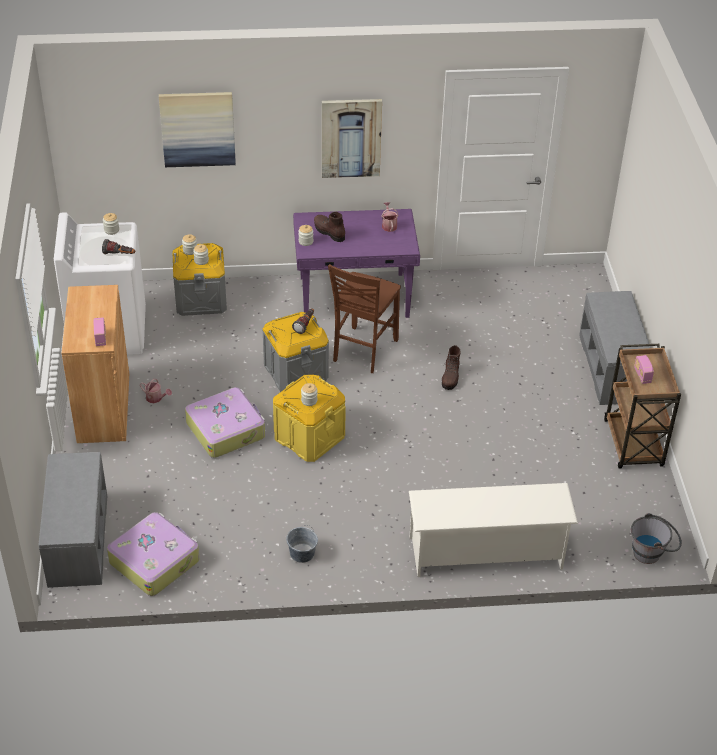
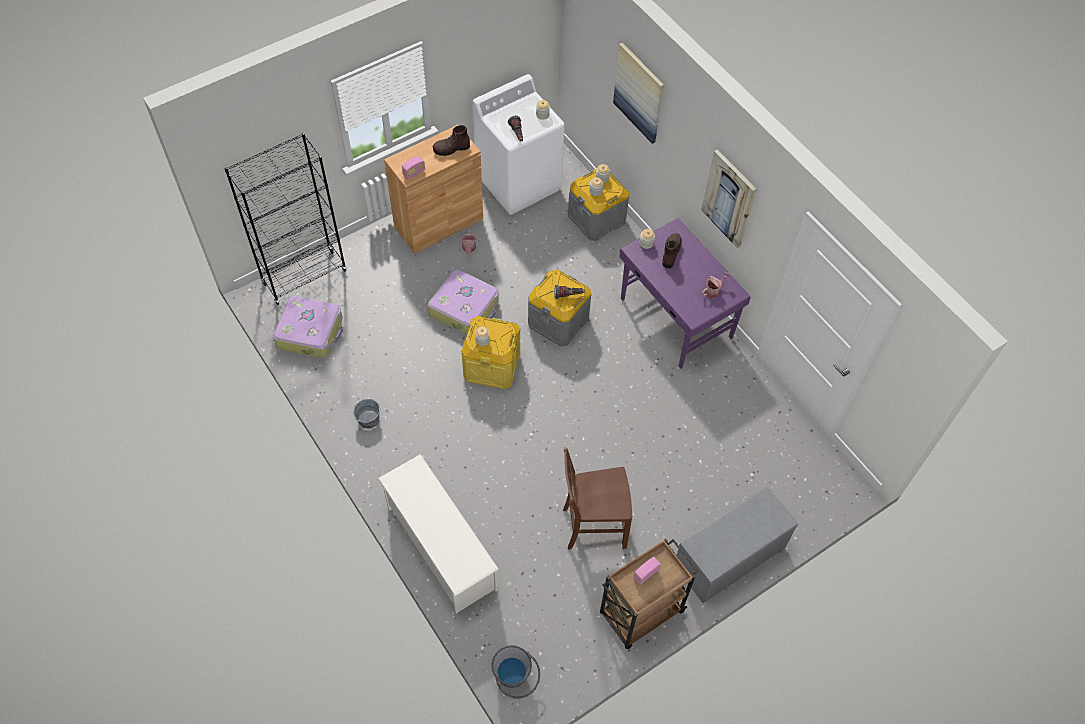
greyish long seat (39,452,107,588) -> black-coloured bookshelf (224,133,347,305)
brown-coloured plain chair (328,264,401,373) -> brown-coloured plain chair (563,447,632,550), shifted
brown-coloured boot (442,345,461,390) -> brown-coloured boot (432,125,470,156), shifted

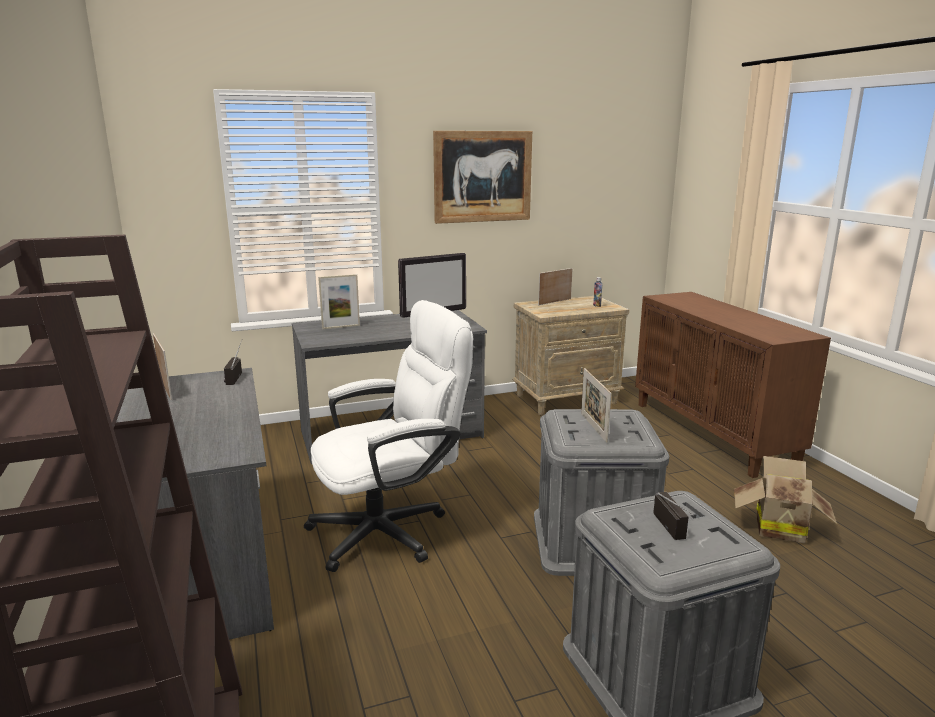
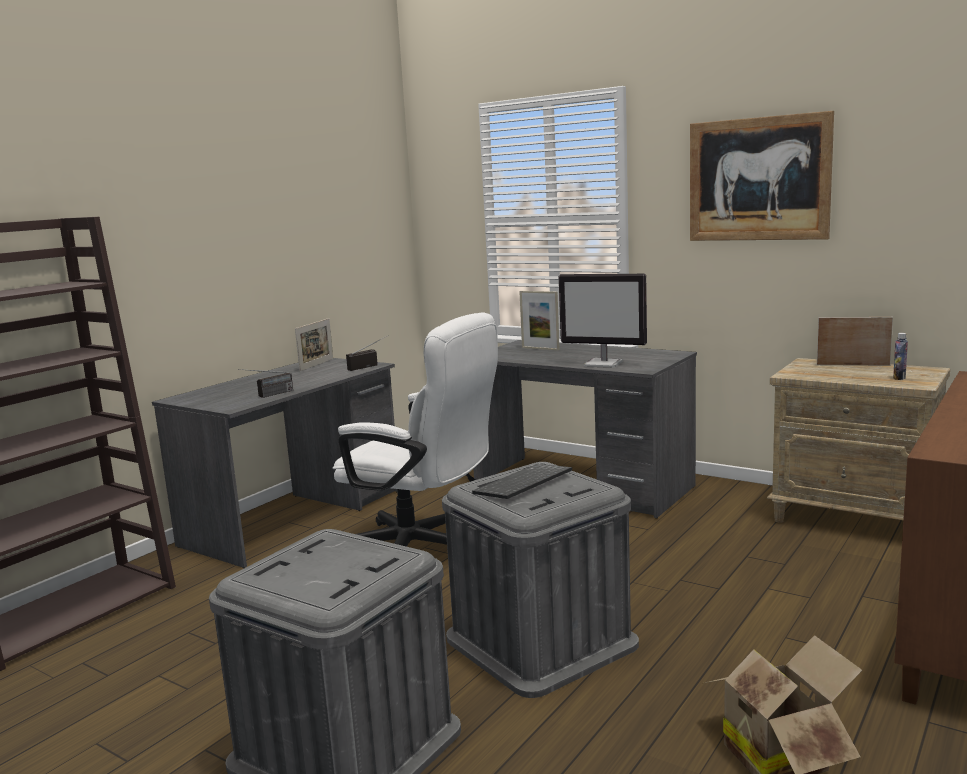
picture frame (581,368,611,443) -> keyboard (472,464,572,499)
radio (653,492,694,540) -> radio (238,369,293,398), shifted

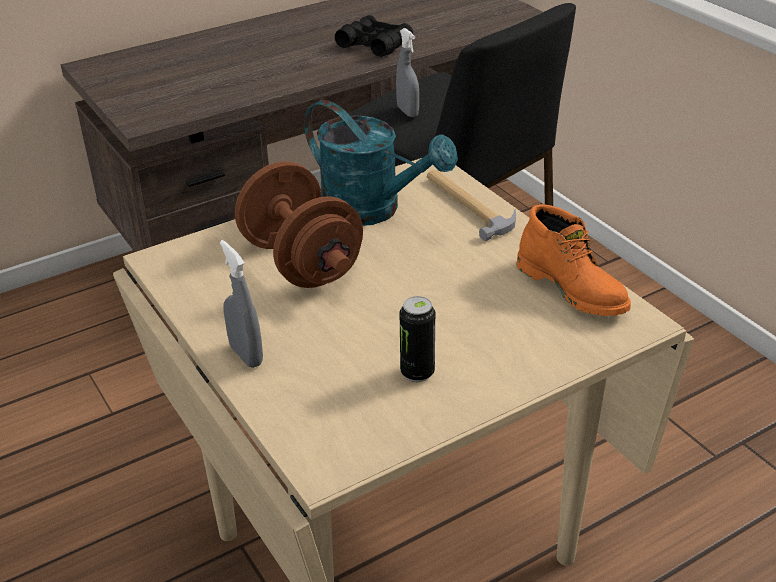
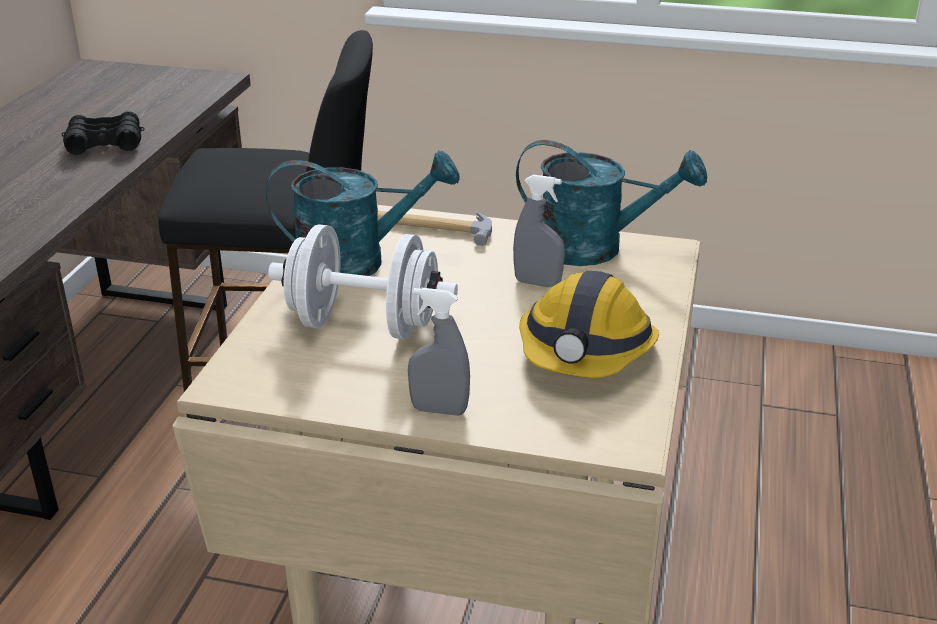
brown-coloured hand weight (235,161,363,288) -> whitish hand weight (268,224,458,339)
greyish hand sprayer (396,28,419,117) -> greyish hand sprayer (513,175,565,287), shifted
can (400,296,435,382) -> work helmet (519,271,659,378)
orange boot (516,204,631,316) -> blue-green watering can (516,140,707,266)

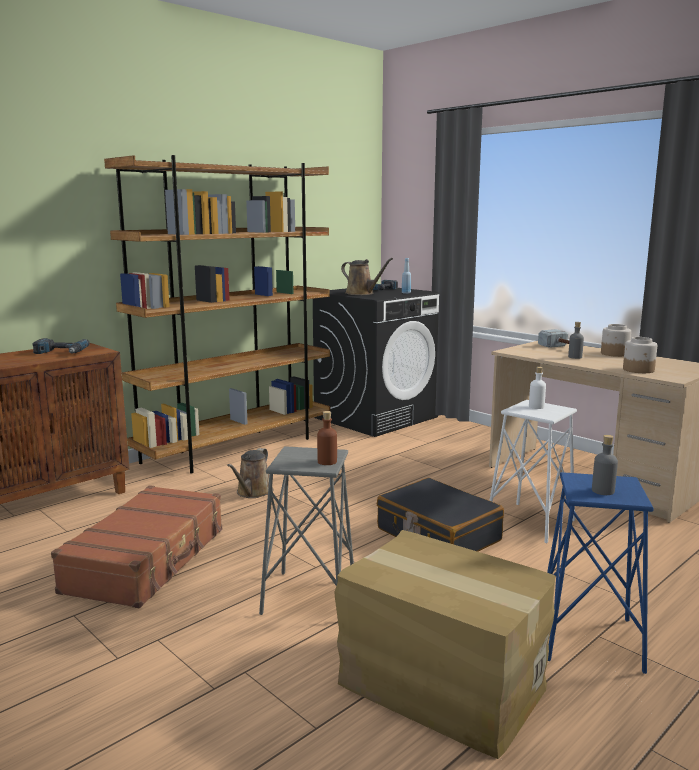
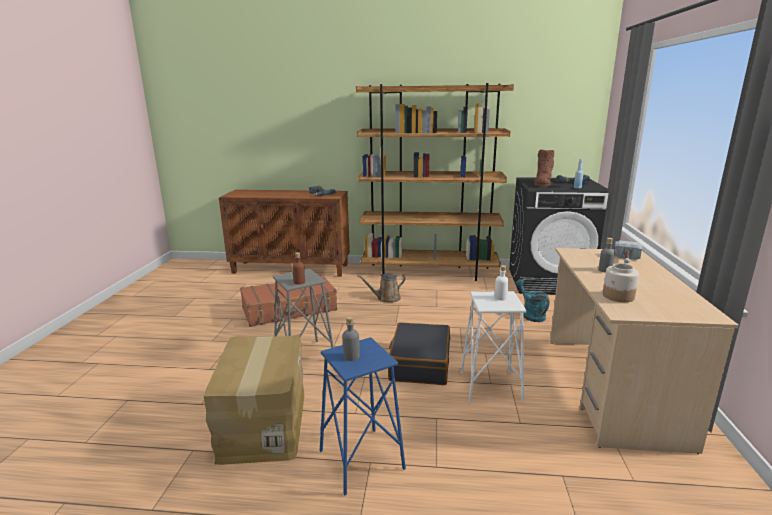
brown-coloured watering can (341,258,393,295) -> brown-coloured boot (534,150,554,187)
jar (601,324,631,357) -> none
none -> blue-green watering can (515,279,549,322)

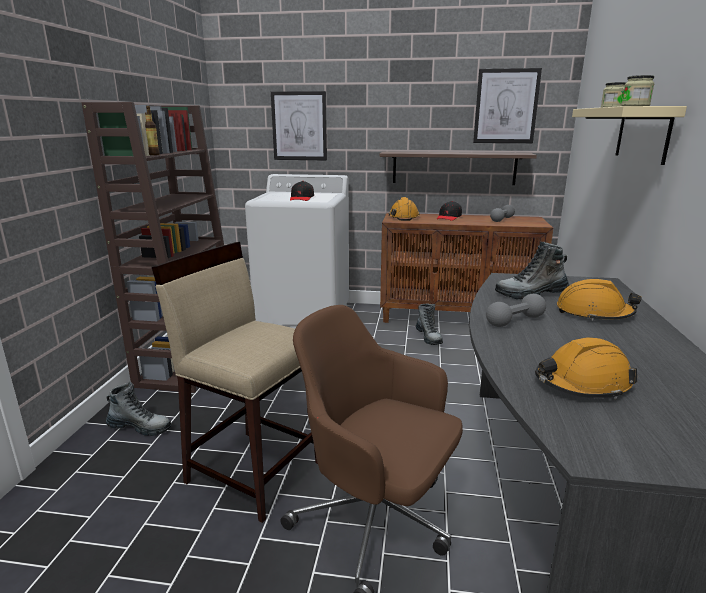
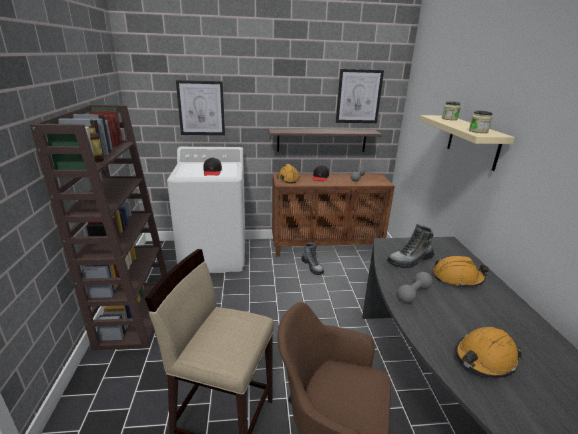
boot (106,382,171,436) -> none

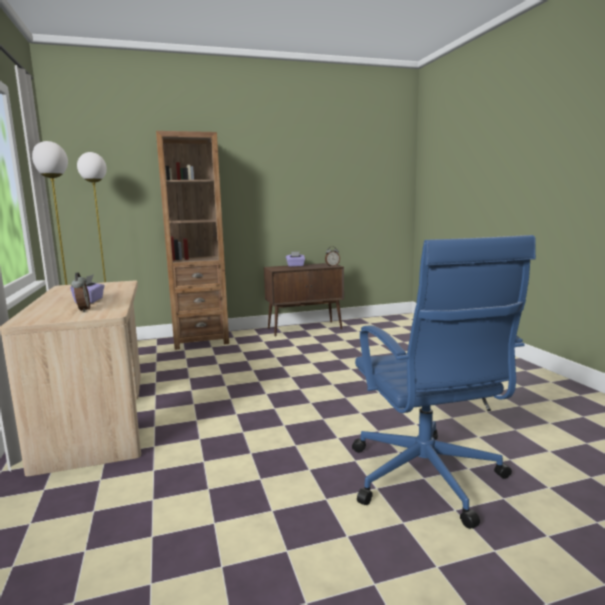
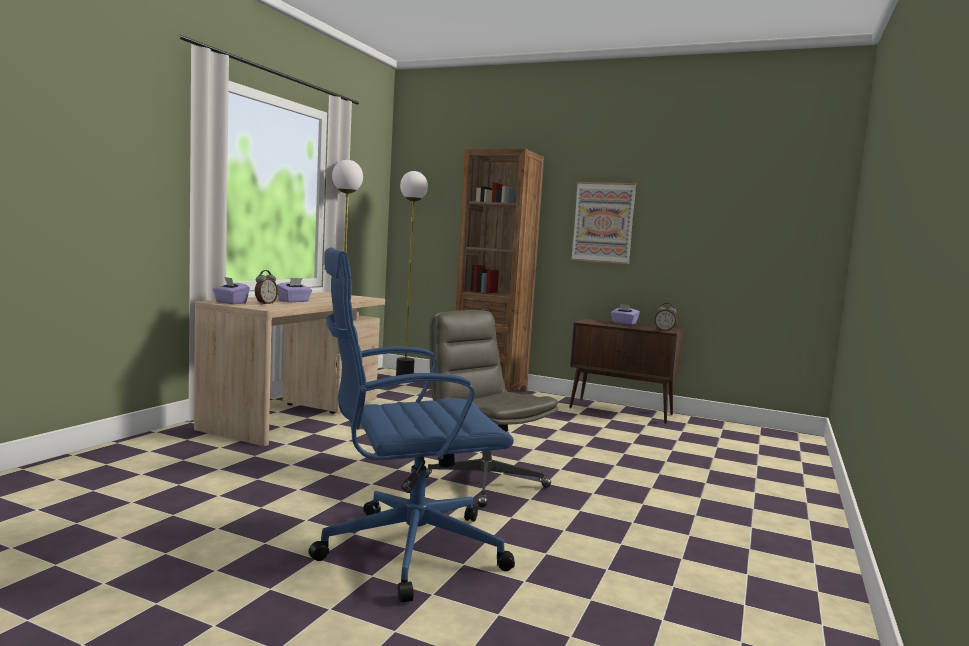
bluish office chair (352,235,536,529) -> bluish office chair (308,247,515,602), 45 degrees clockwise
none -> purple-coloured tissue holder (213,277,250,304)
none -> greyish office chair (426,310,559,508)
none -> picture (571,182,636,264)

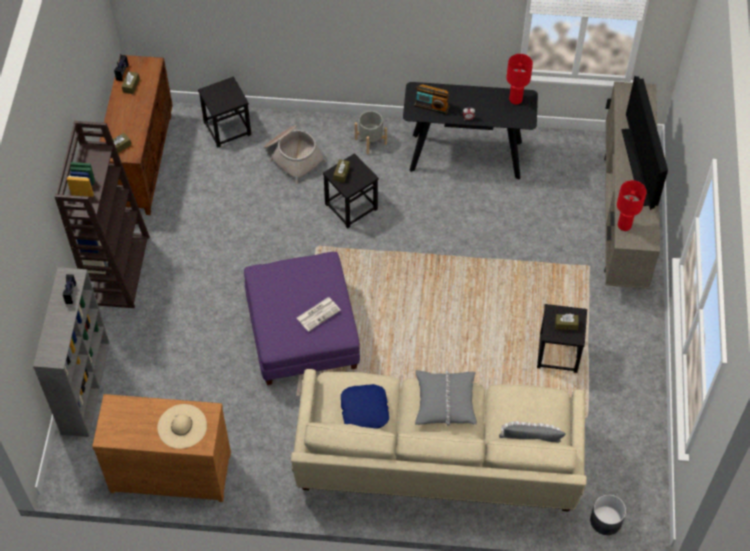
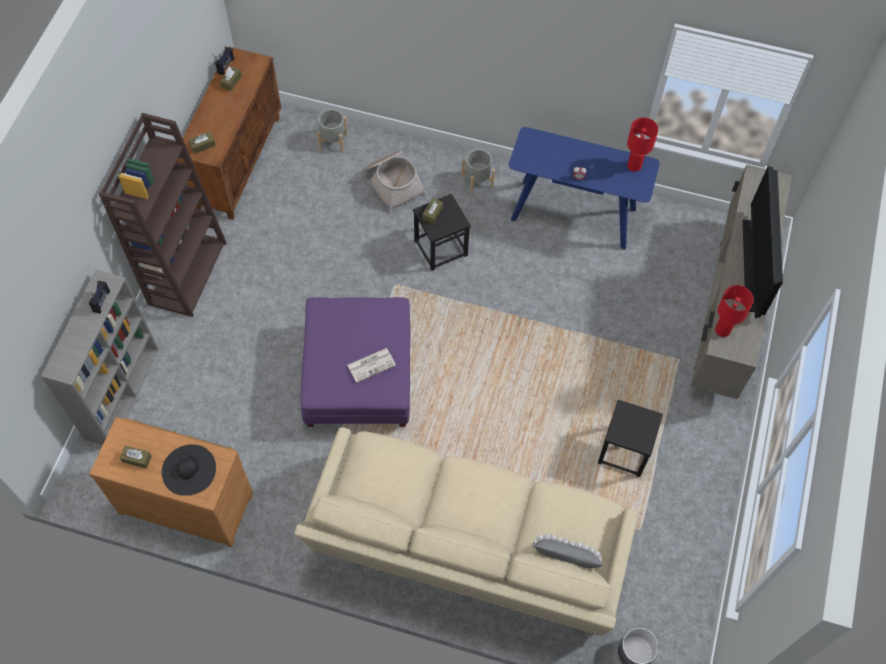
sand-coloured hat (157,404,207,449) -> black-coloured hat (162,444,216,496)
black-coloured stool seat (198,77,251,148) -> greyish planter (317,109,348,153)
bluish throw pillow (341,384,389,429) -> none
black-coloured narrow table (403,82,538,179) -> bluish narrow table (509,127,660,250)
radio (414,84,450,114) -> none
greyish throw pillow (415,369,477,426) -> none
brown-coloured tissue holder (555,314,579,330) -> brown-coloured tissue holder (120,446,152,469), shifted

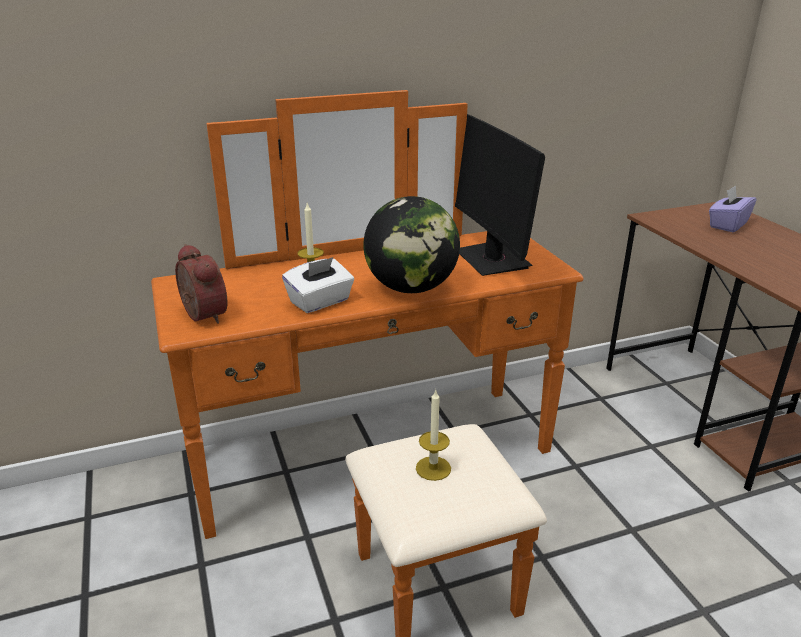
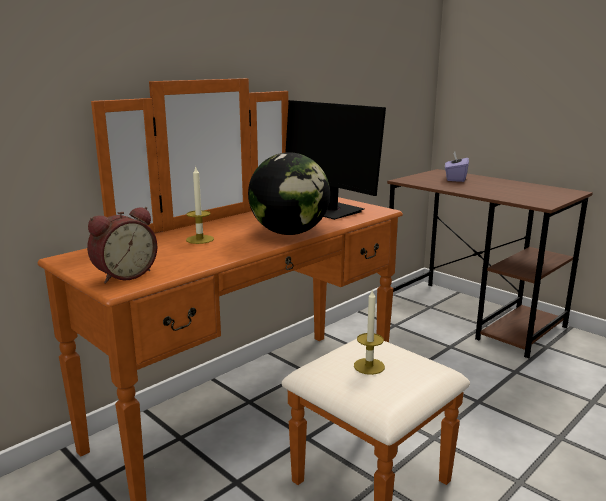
bedside clock (175,244,228,324) -> bedside clock (87,207,157,284), 105 degrees clockwise
whitish tissue holder (282,257,354,313) -> none

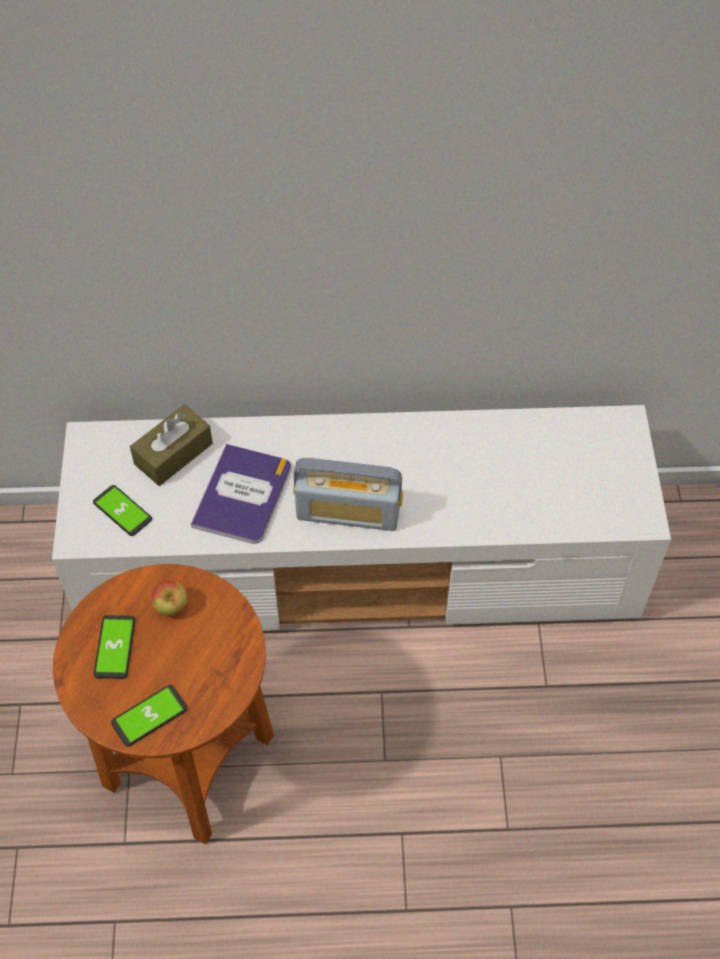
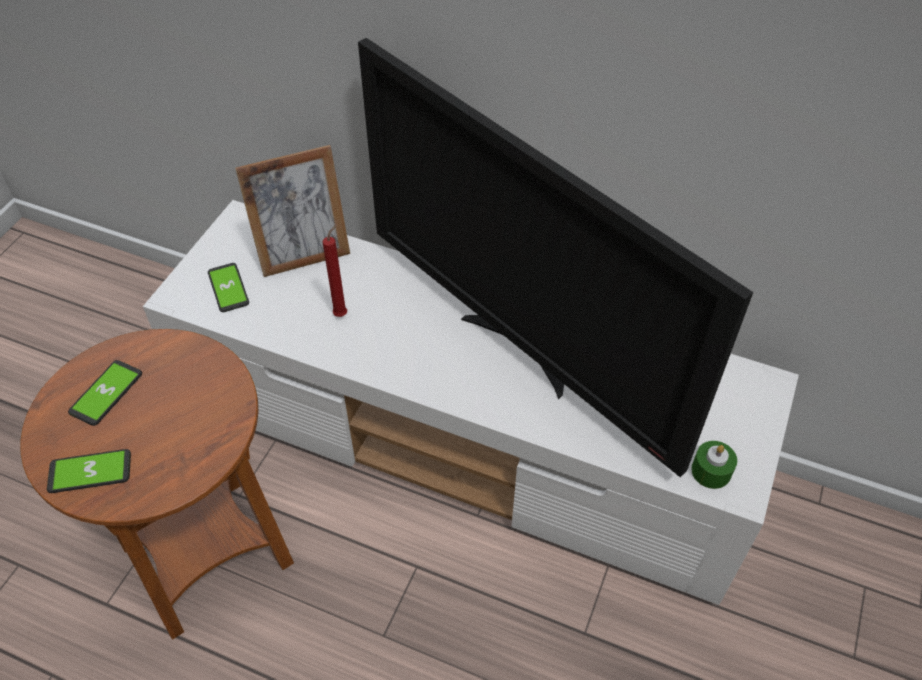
brown-coloured tissue holder (130,405,213,486) -> picture frame (235,145,350,277)
apple fruit (151,580,187,615) -> none
volume (191,444,291,544) -> reddish candle (323,224,347,317)
radio (293,458,403,531) -> none
none -> TV (358,38,753,477)
none -> green-coloured candle (691,441,737,489)

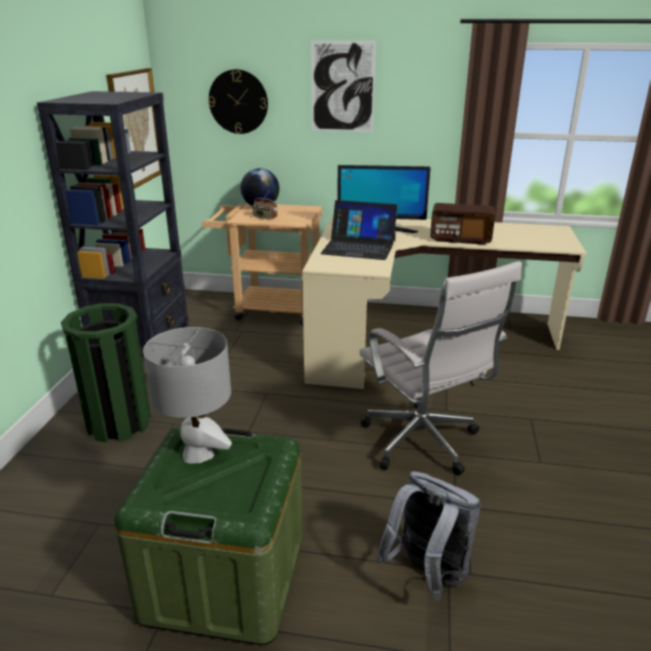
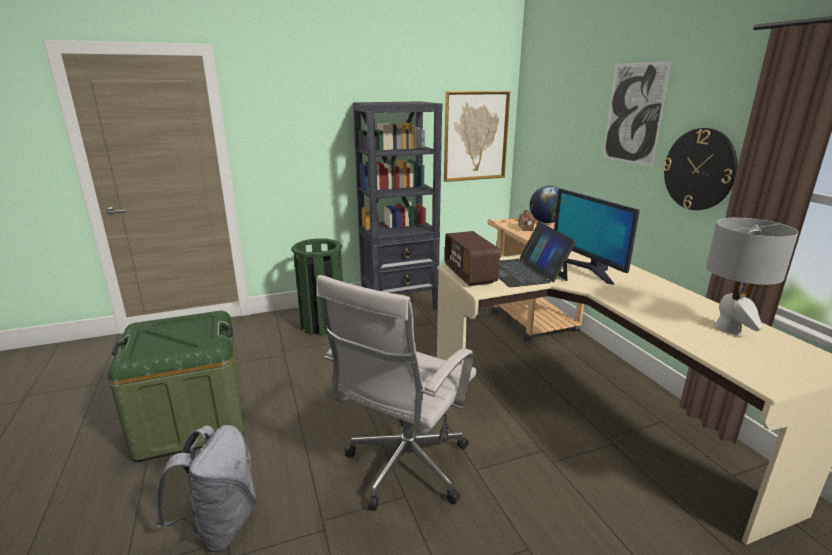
greyish tabletop lamp (143,327,232,463) -> greyish tabletop lamp (706,218,799,335), shifted
hanging clock (208,69,268,134) -> hanging clock (663,128,738,210), shifted
radio (430,203,495,245) -> radio (445,231,500,286), shifted

